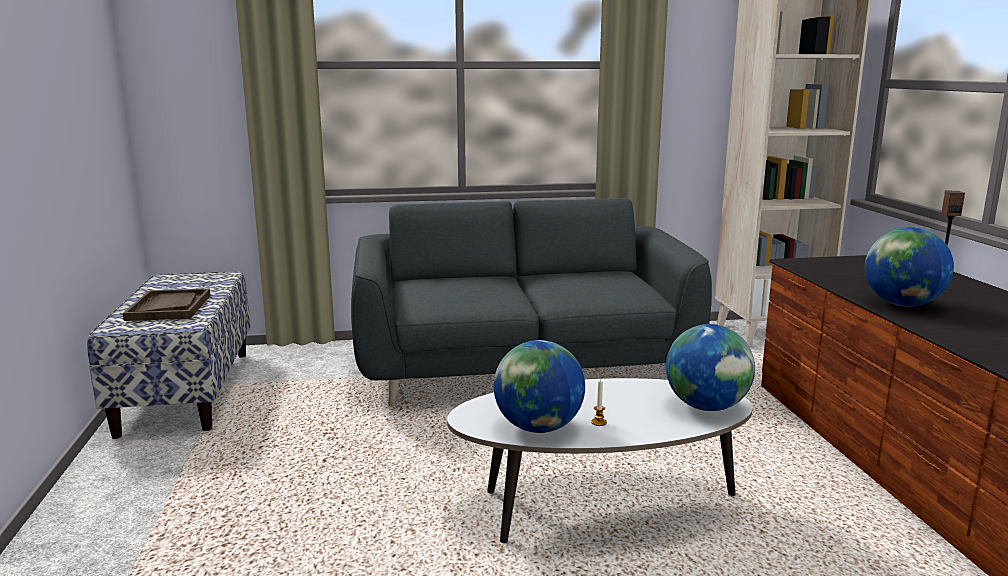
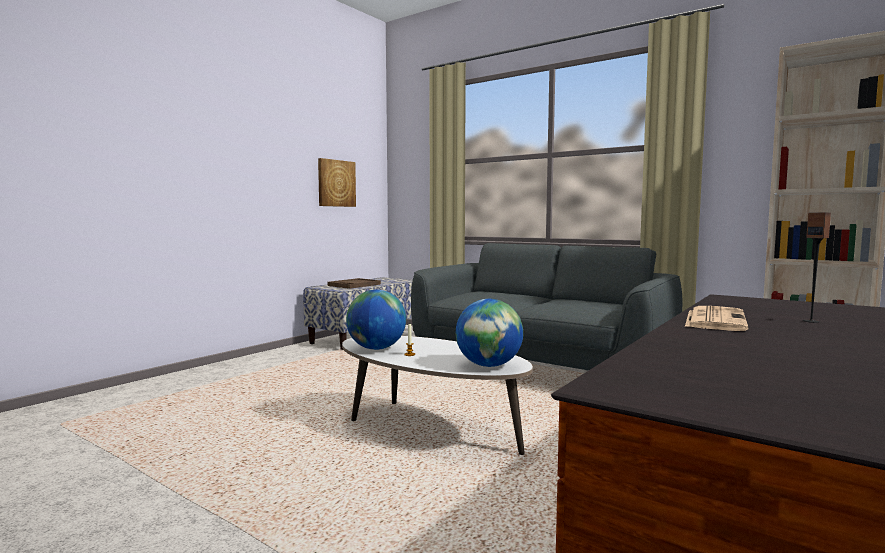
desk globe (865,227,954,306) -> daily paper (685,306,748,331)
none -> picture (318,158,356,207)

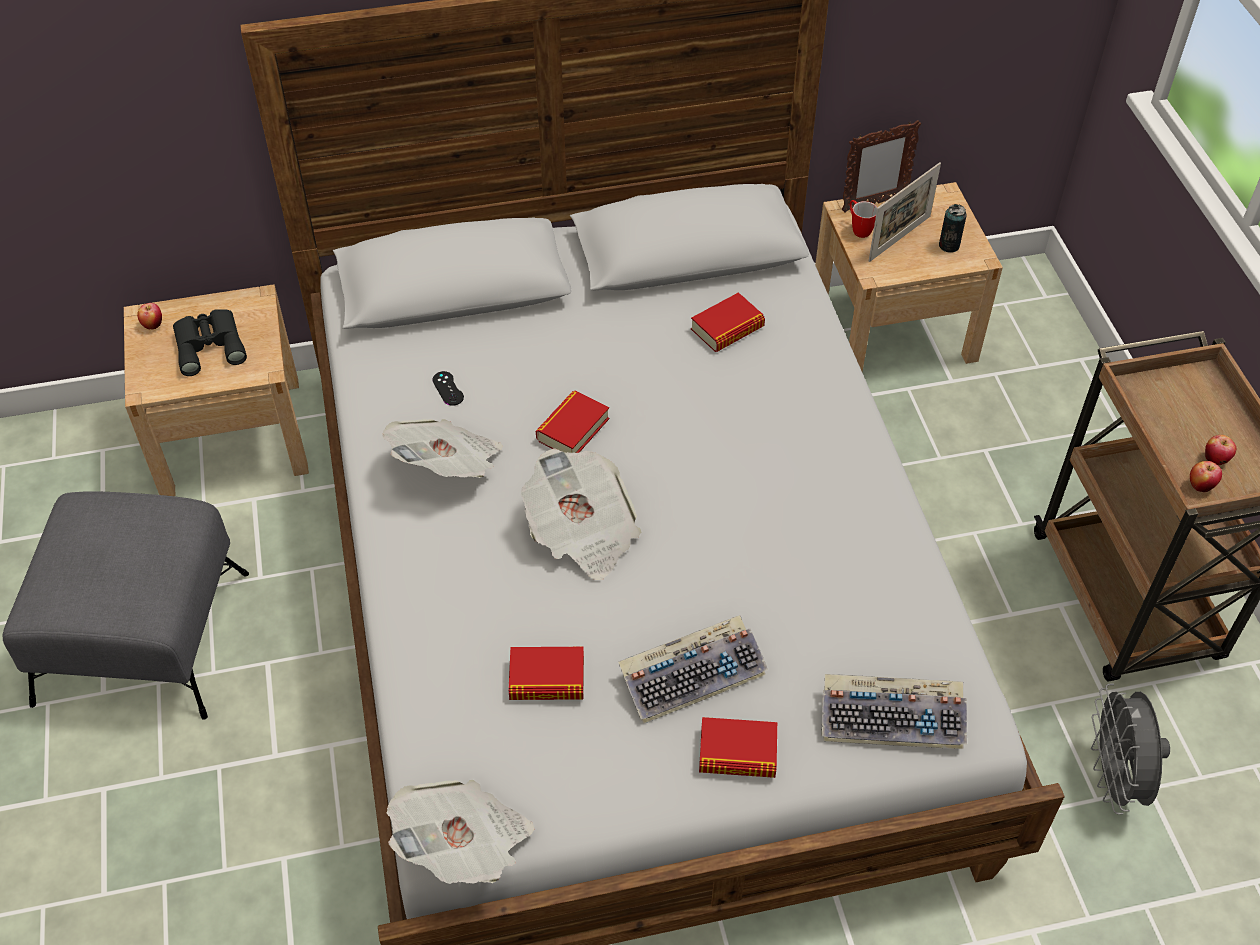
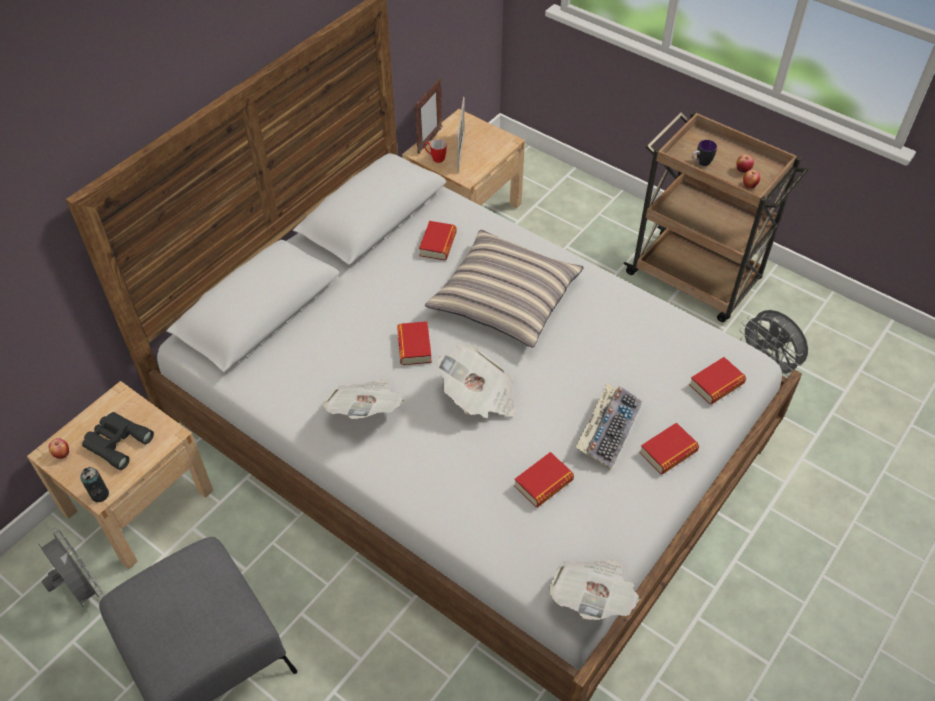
black-coloured joypad (432,371,464,406) -> none
keyboard (821,674,967,749) -> volume (689,357,746,404)
can (939,204,967,253) -> can (80,467,109,502), shifted
none -> greyish cooling fan (38,528,105,608)
none -> throw pillow (425,229,584,348)
none -> mug (692,140,717,166)

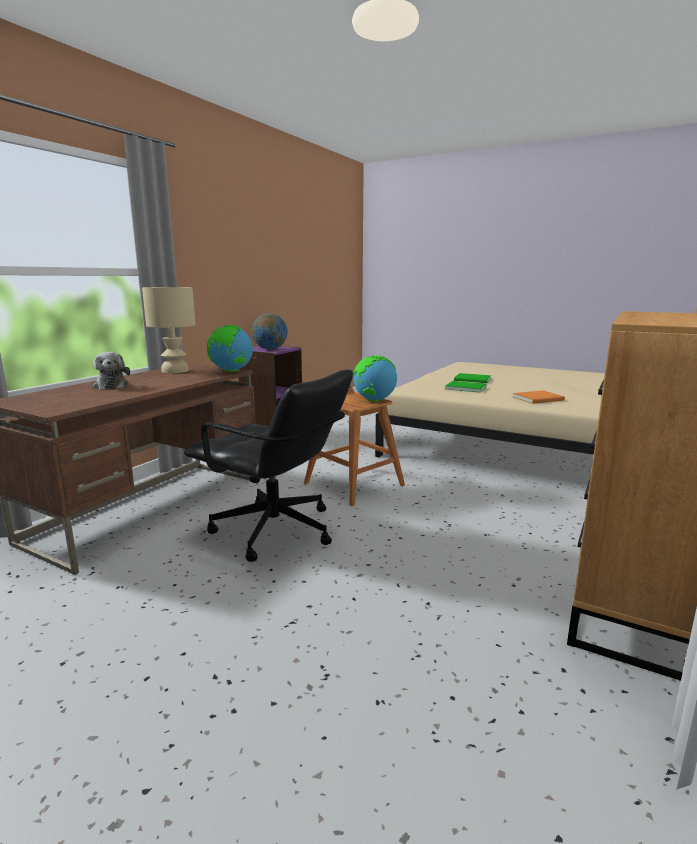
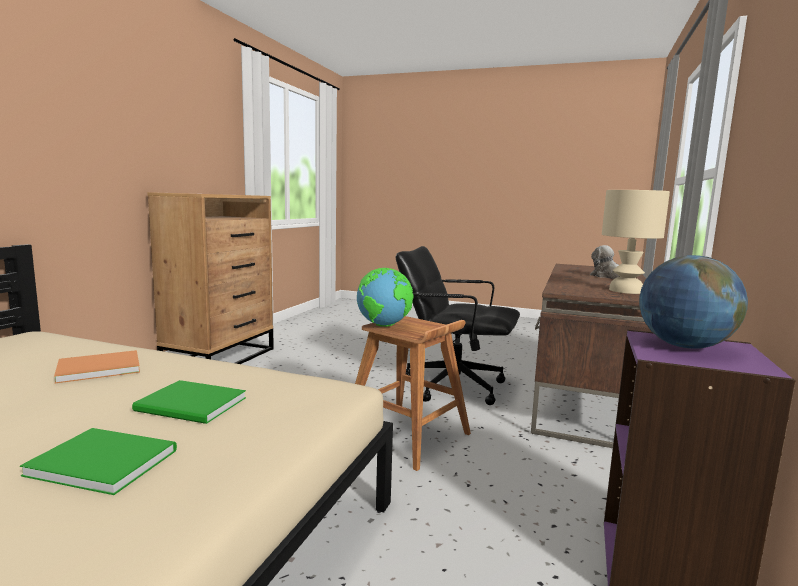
desk globe (207,325,253,372) -> none

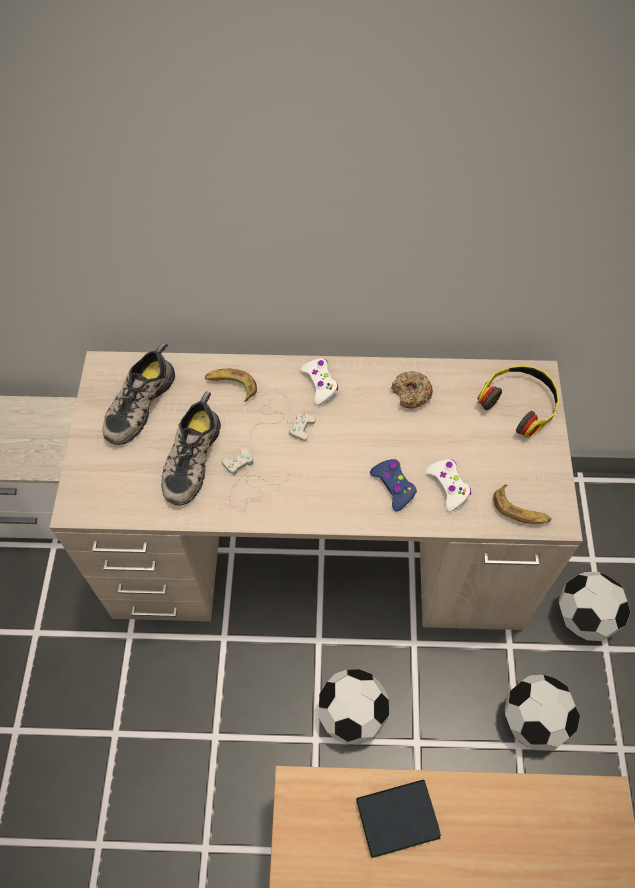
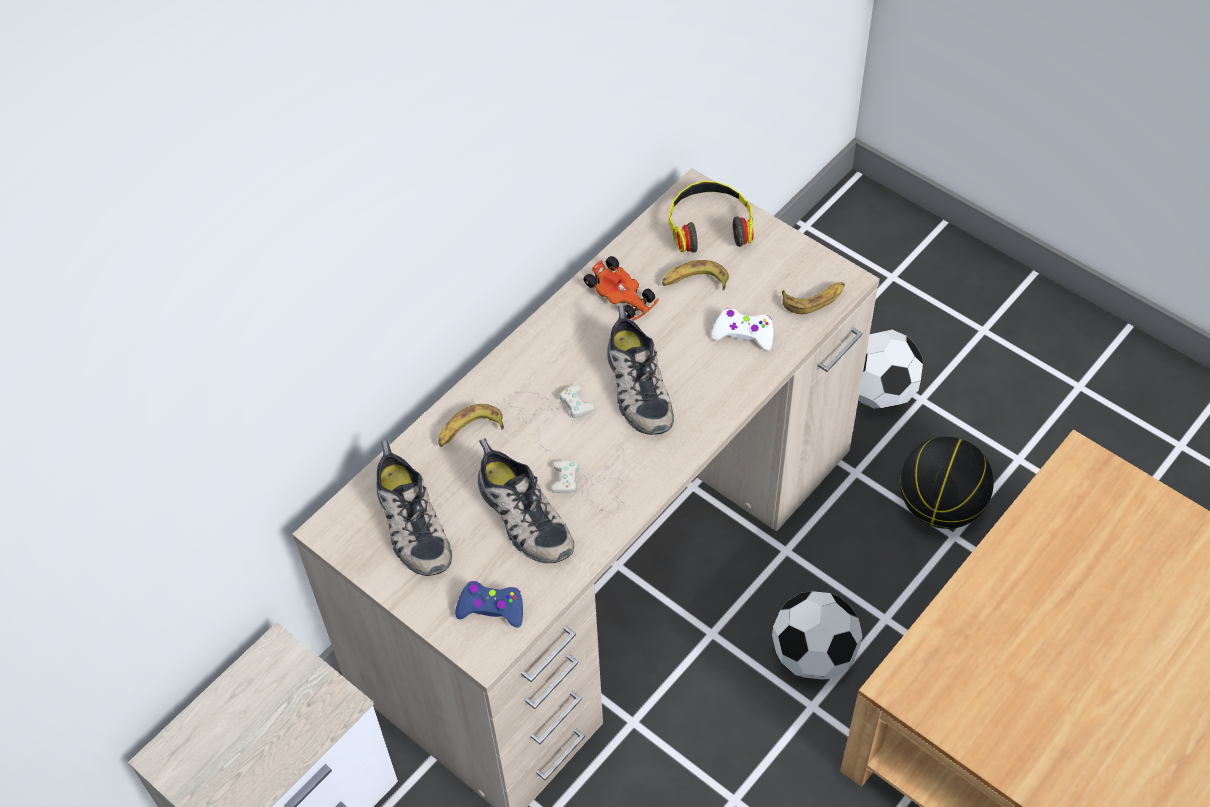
whitish joypad (300,359,338,405) -> none
volume (356,779,441,858) -> none
bluish joypad (370,459,417,512) -> bluish joypad (455,581,523,628), shifted
ring doughnut (391,371,433,409) -> miniature car (583,256,659,321)
ball for football (504,675,580,750) -> basketball (900,437,994,529)
none -> shoe (607,305,674,435)
none -> banana (662,260,729,291)

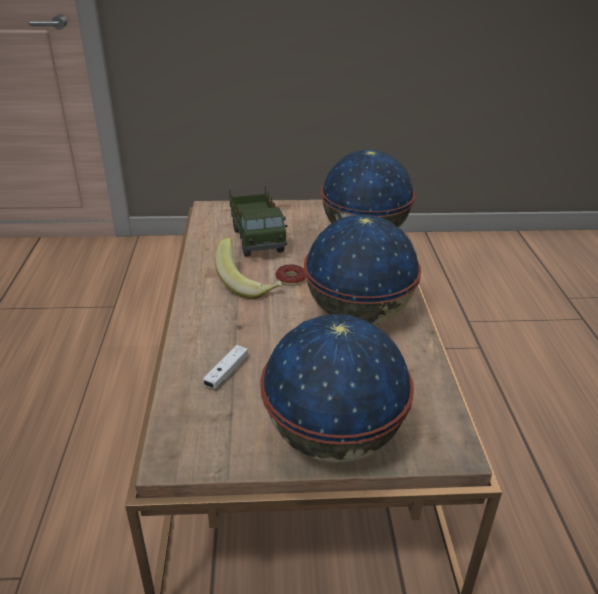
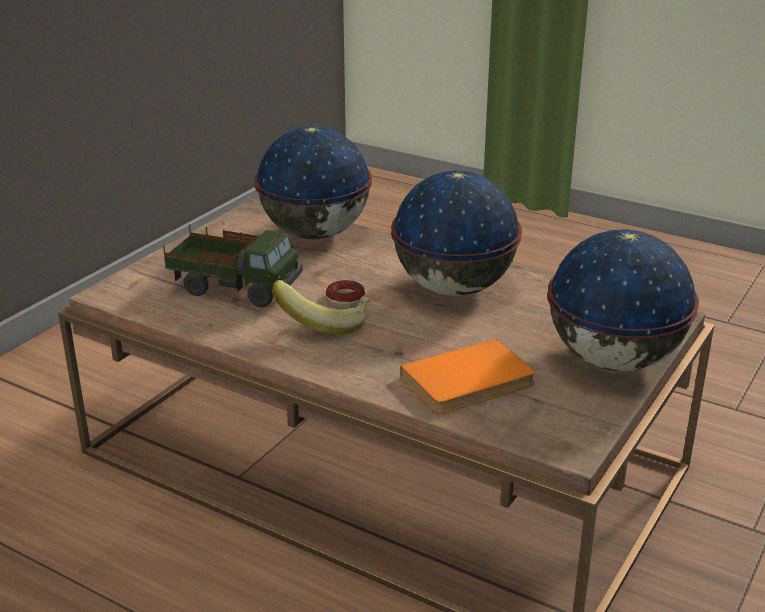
whitish joypad (203,345,248,389) -> orange volume (400,339,535,414)

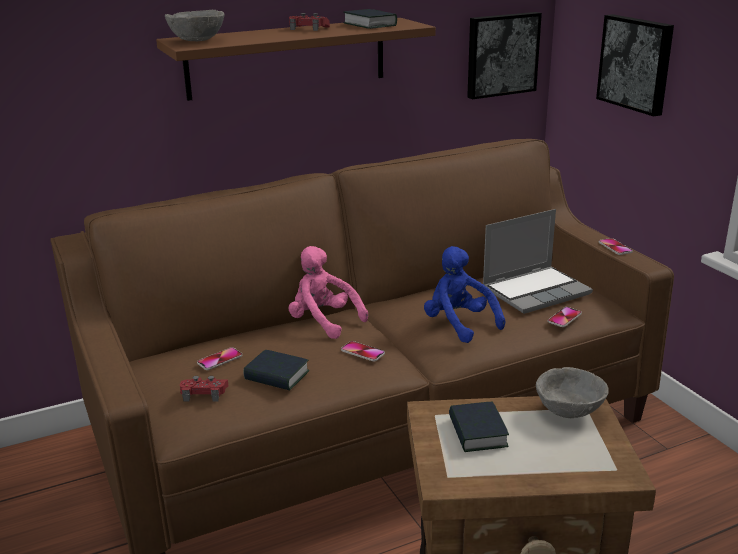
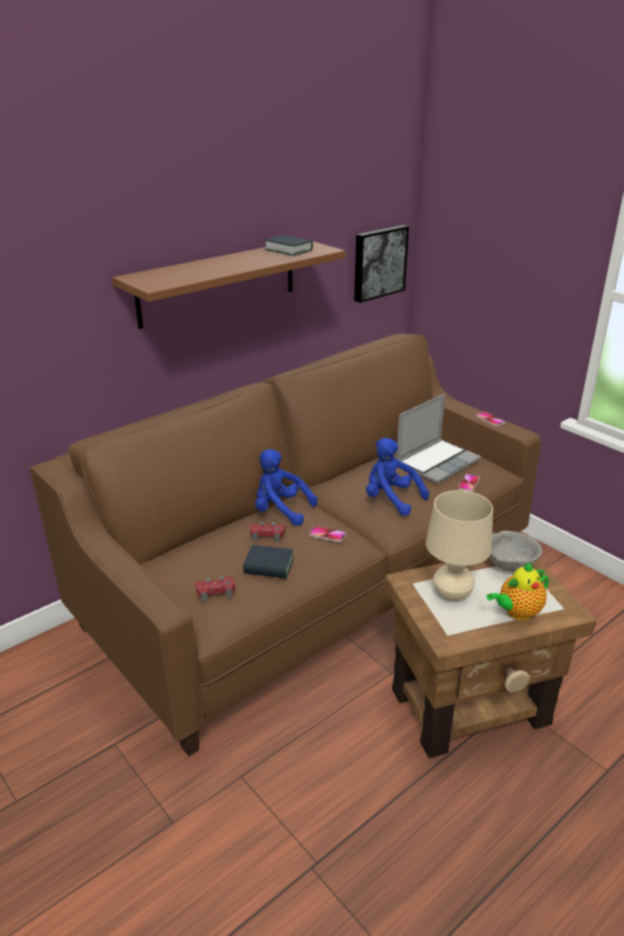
greyish deep dish (165,10,224,41) -> none
phone (197,347,243,370) -> none
pinkish cuddly toy (288,246,368,339) -> bluish cuddly toy (255,449,317,526)
reddish joypad (289,13,330,31) -> reddish joypad (250,522,285,542), shifted
volume (449,402,509,452) -> sand-coloured tabletop lamp (426,490,493,601)
picture (596,14,674,117) -> none
none -> teapot (486,562,549,620)

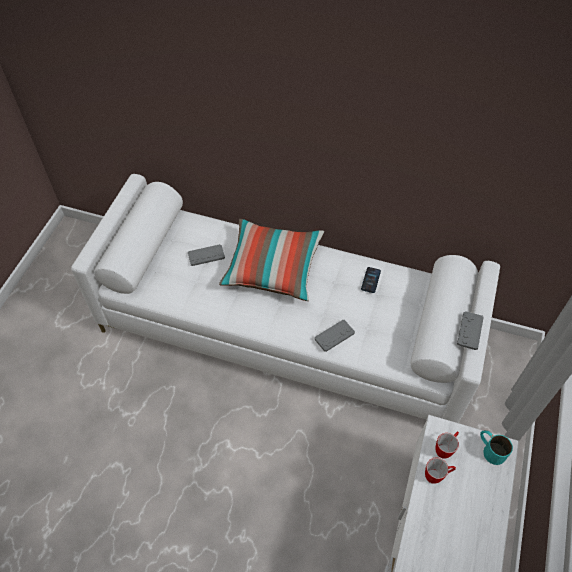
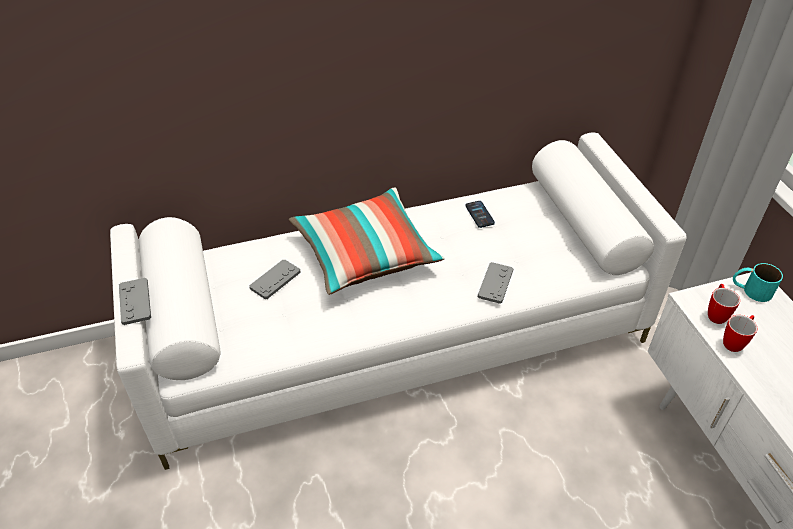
greyish joypad (457,311,484,350) -> greyish joypad (119,278,151,325), shifted

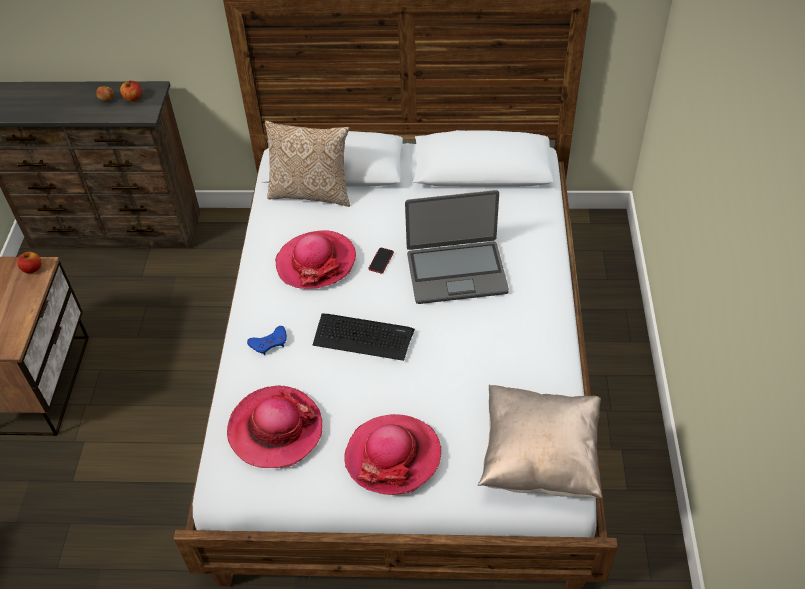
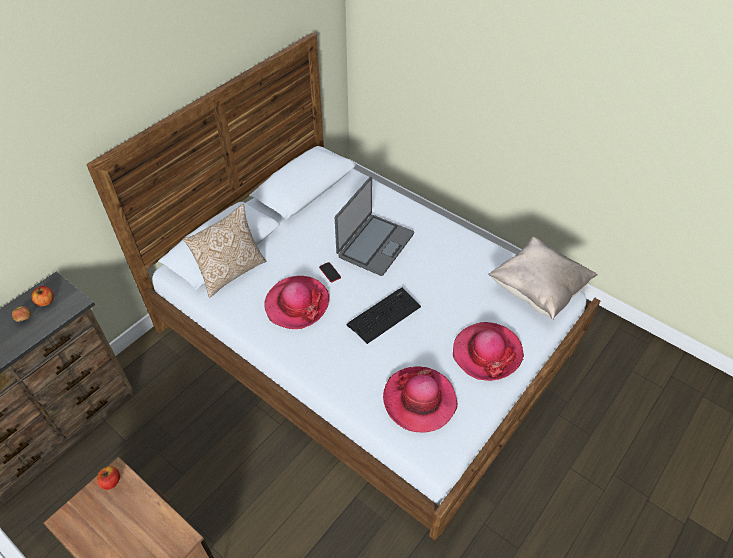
bluish joypad (247,326,287,355) -> none

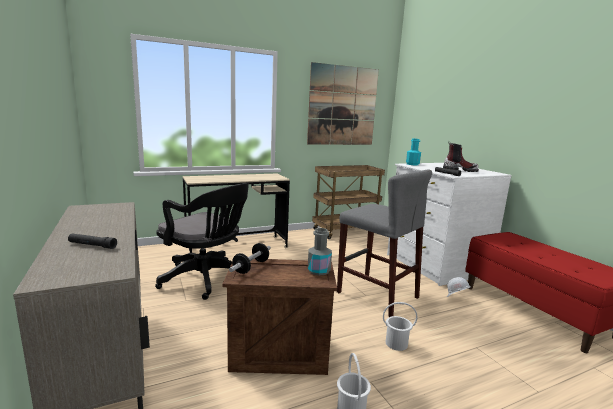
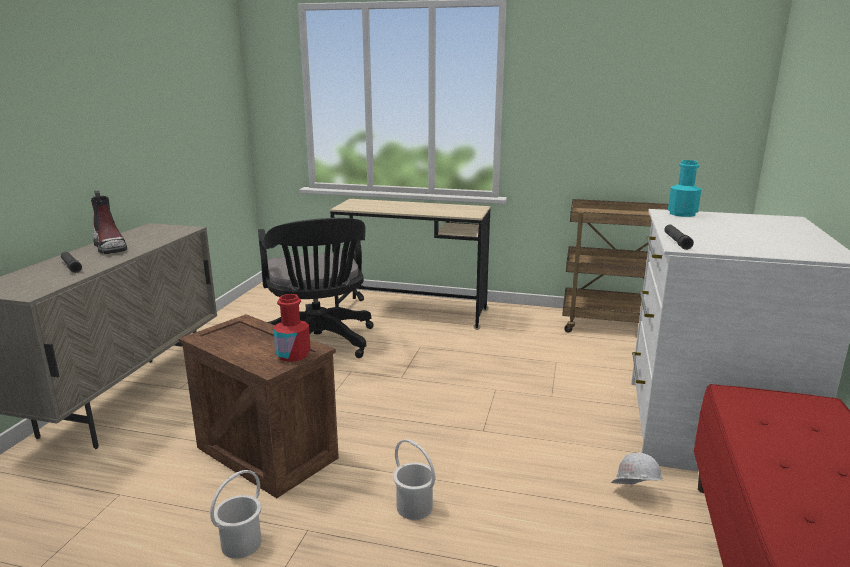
hand weight (229,243,271,274) -> none
picture (307,62,379,145) -> none
greyish bottle (308,228,332,275) -> reddish bottle (273,294,311,362)
greyish stool seat (337,170,432,317) -> none
boot (443,140,479,172) -> boot (91,190,127,254), shifted

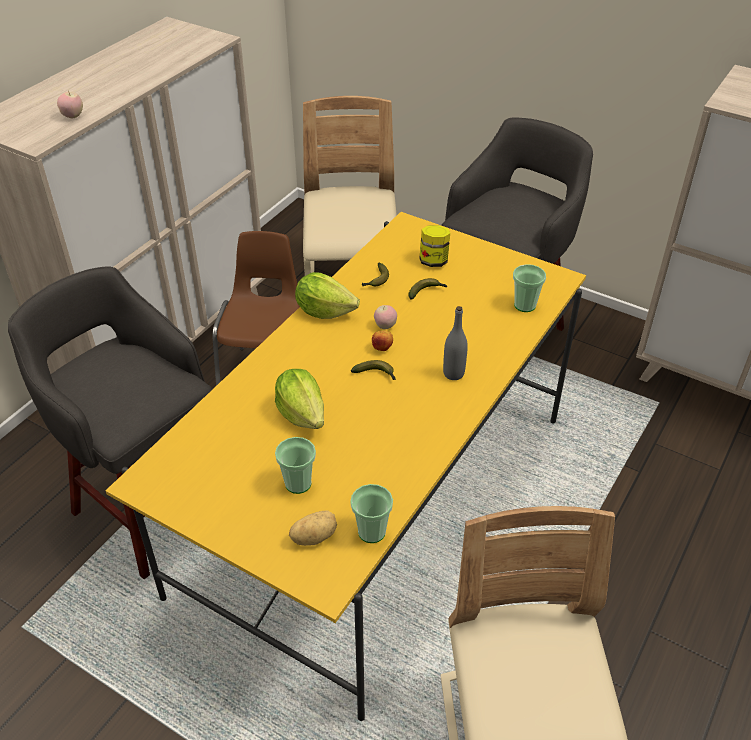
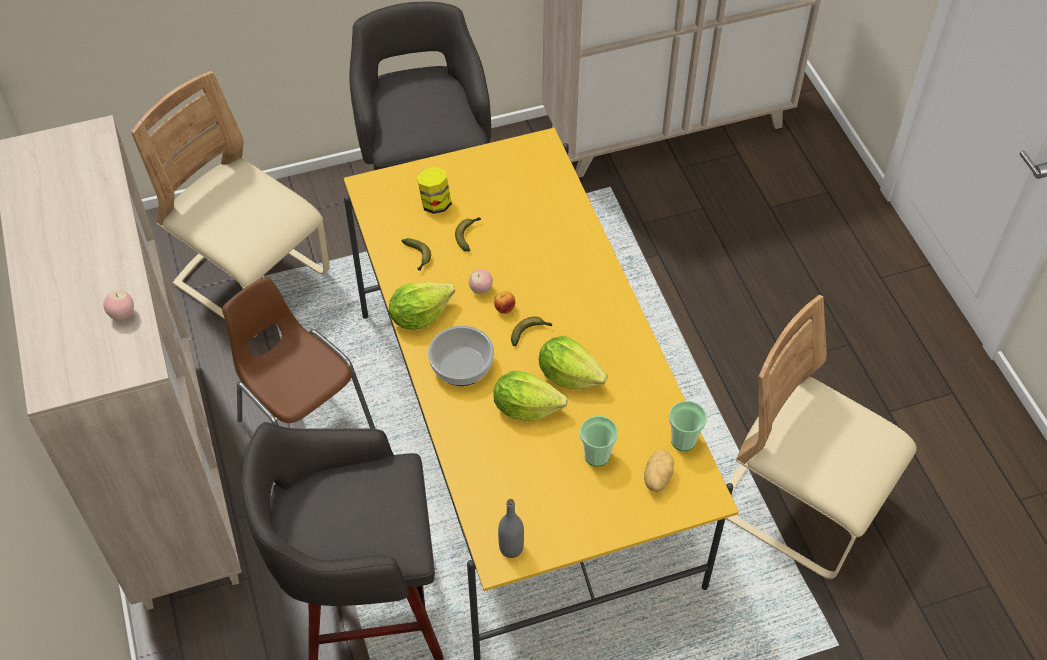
greyish bottle (443,306,468,380) -> greyish bottle (498,499,524,558), shifted
drinking cup (513,264,546,312) -> none
none -> deep dish (428,326,494,386)
none -> lettuce (539,336,608,389)

